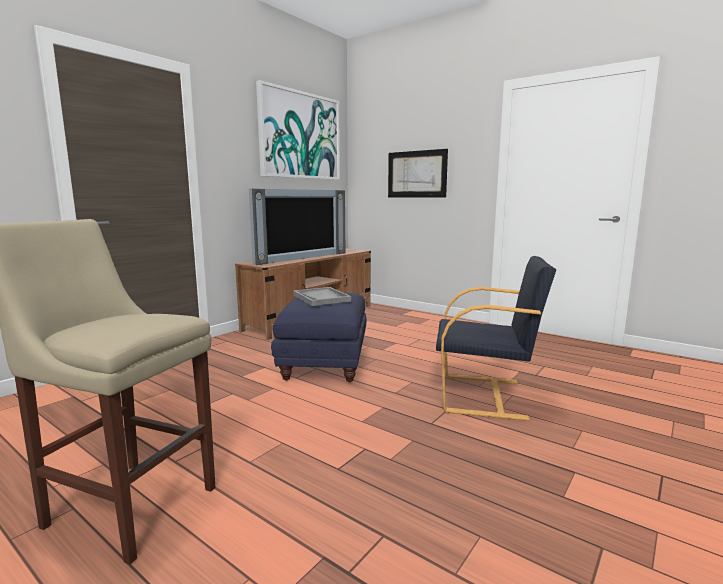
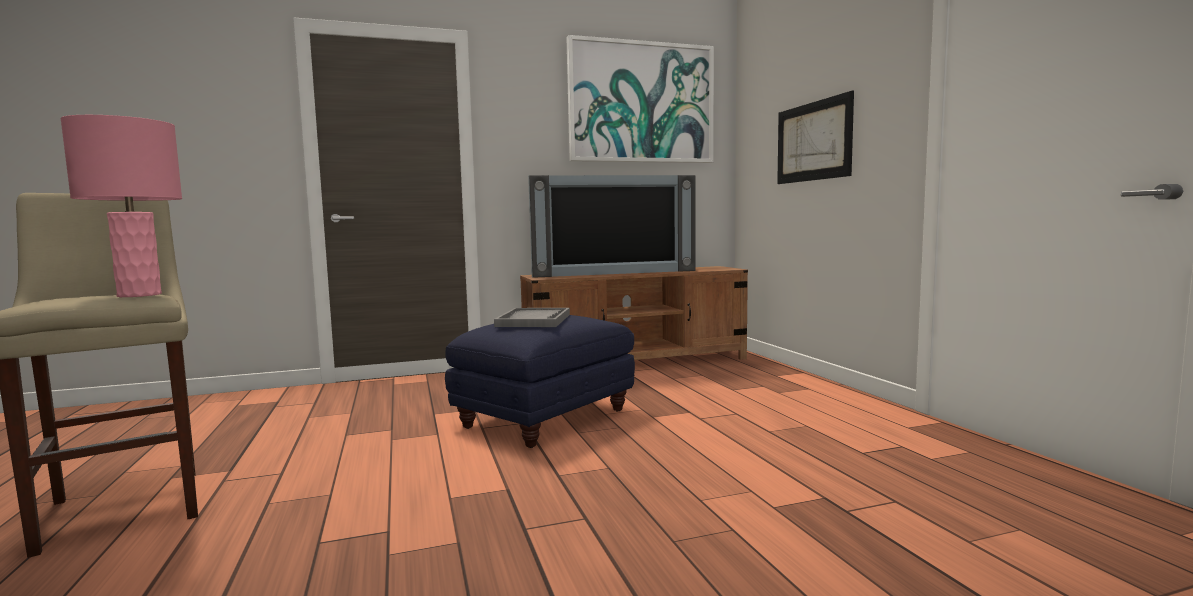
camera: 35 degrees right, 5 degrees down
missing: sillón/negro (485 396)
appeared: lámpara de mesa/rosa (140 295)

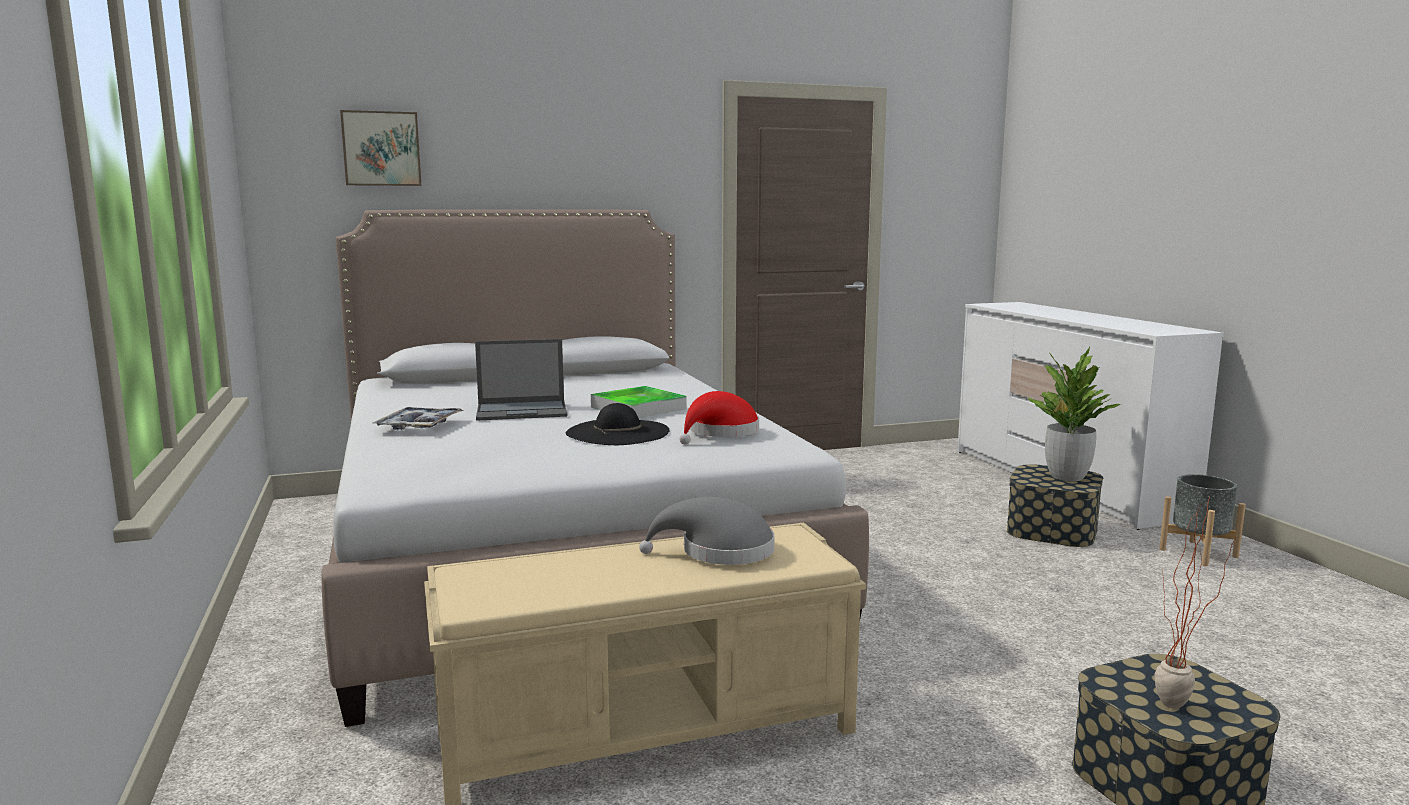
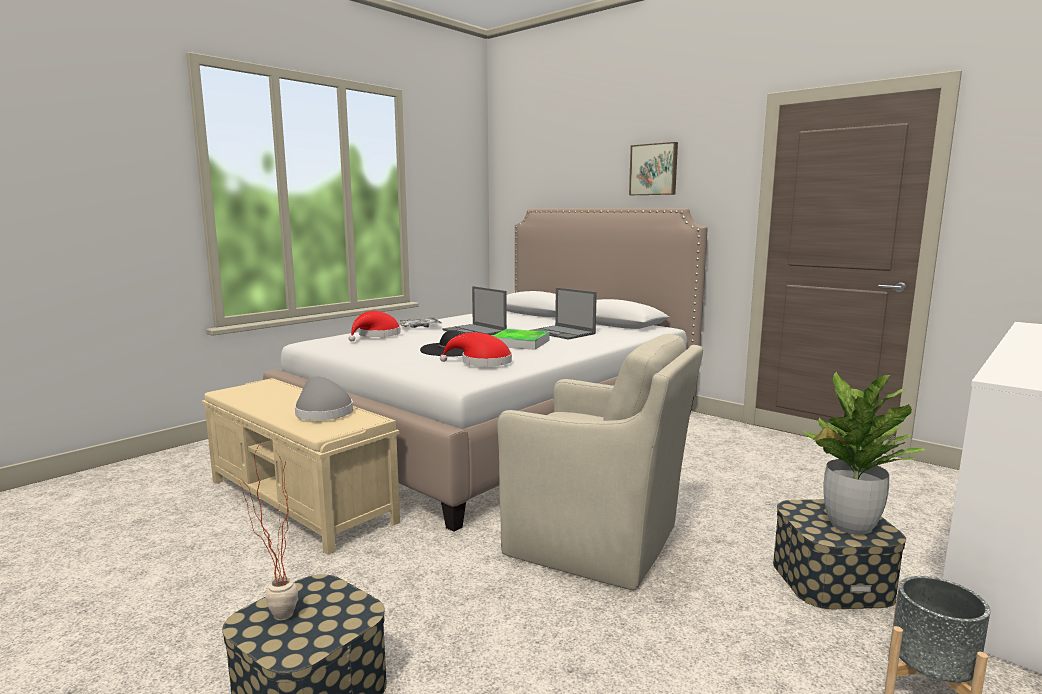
camera: 60 degrees right, 0 degrees up
appeared: sombrero/rojo (377 335); sillón/beis (597 543); portátil (563 333)
relocated: cuadro (381 149) to (654 169)

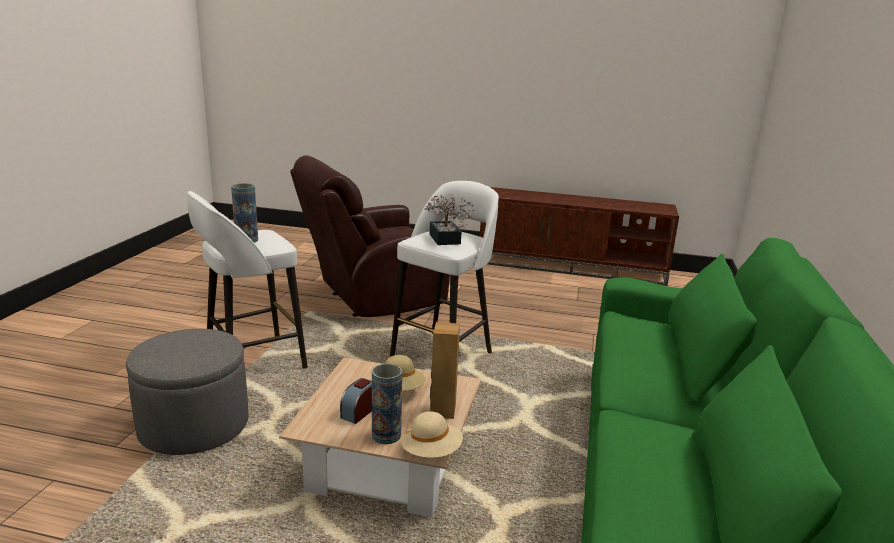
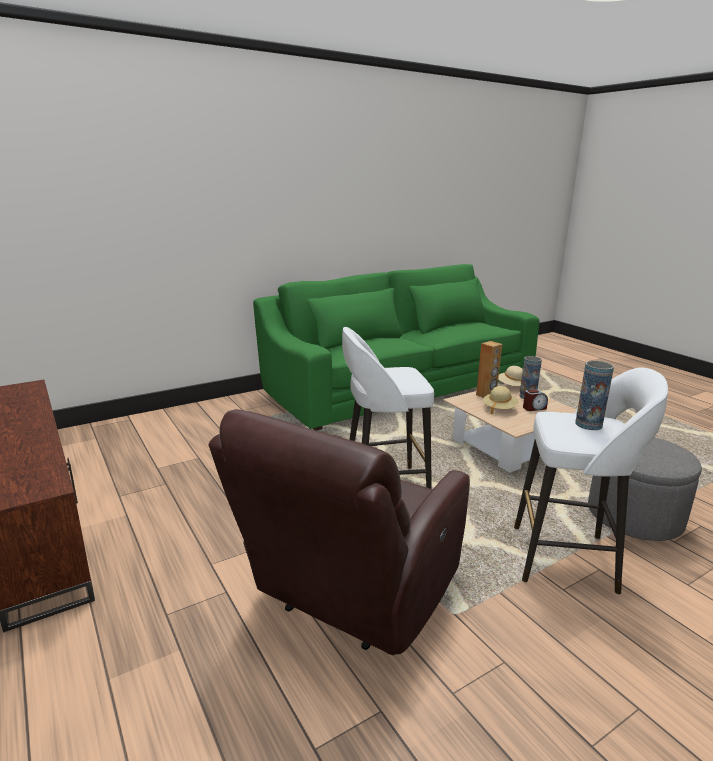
camera: 135 degrees left, 0 degrees up
missing: planta en maceta (445 240)
spun: sillón/marrón (372 299) = (350 596) 105 degrees clockwise

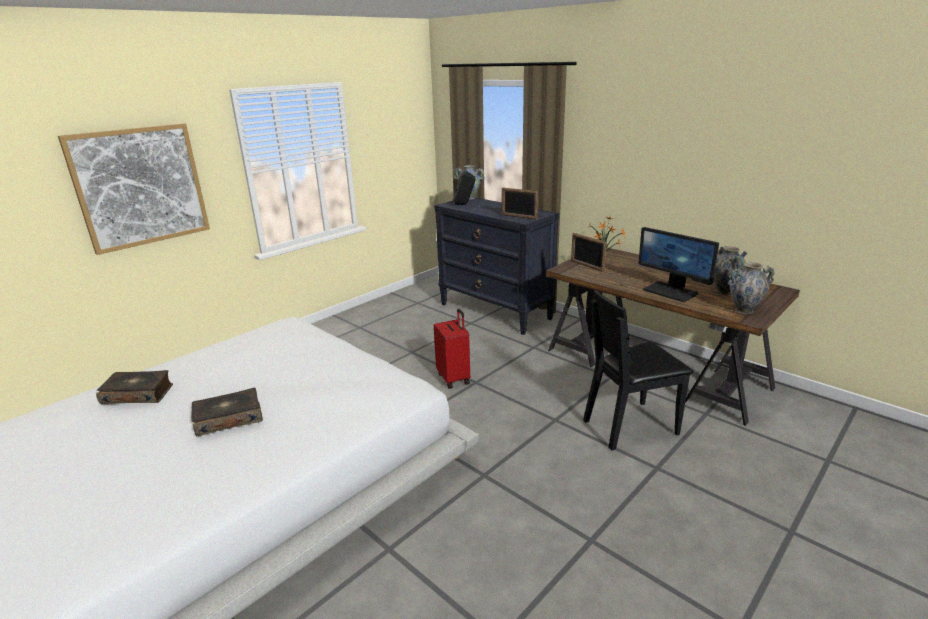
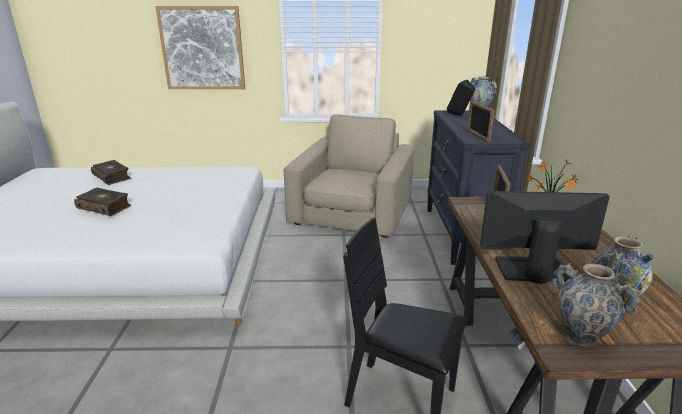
camera: 45 degrees right, 0 degrees up
missing: maleta/rojo (454 378)
appeared: sillón/beis (352 211)
spun: monitor (671 291) = (531 270) 90 degrees clockwise

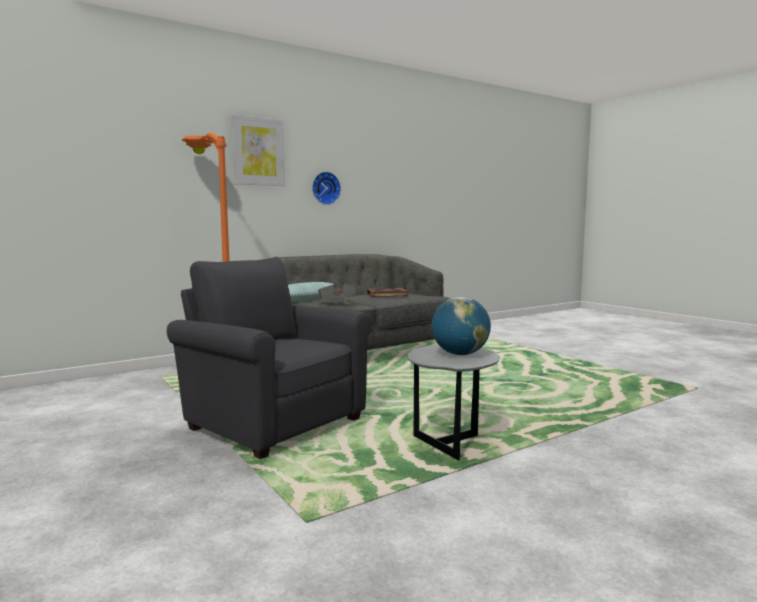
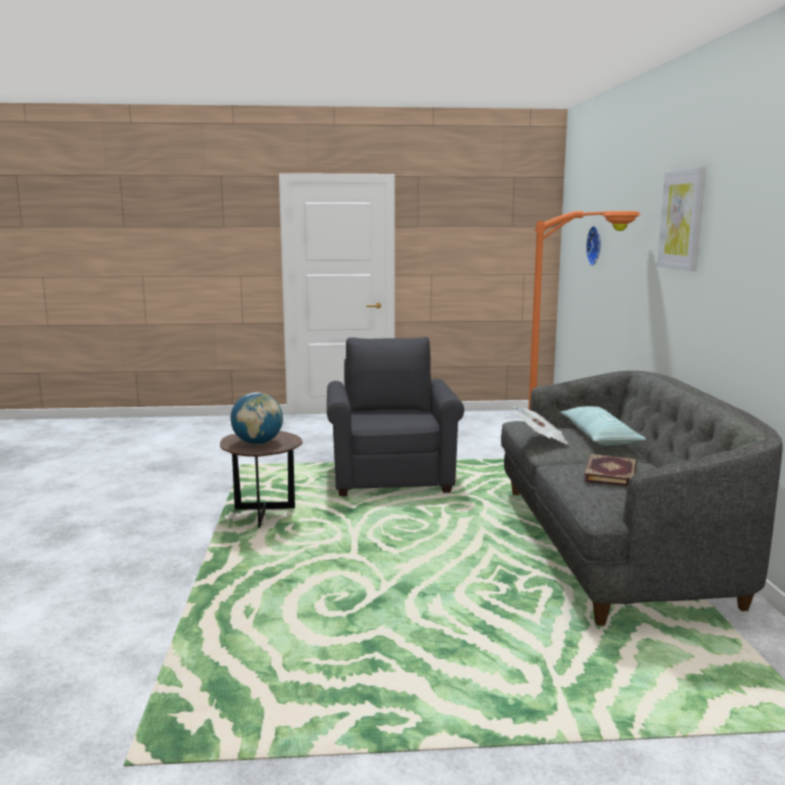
camera: 120 degrees right, 5 degrees up
relocated: reloj de pared (325 188) to (596 245)
colour: mesa auxiliar/gris (450 443) to mesa auxiliar/marrón (264 516)
spun: sillón/gris (272 422) = (391 476) 75 degrees counterclockwise

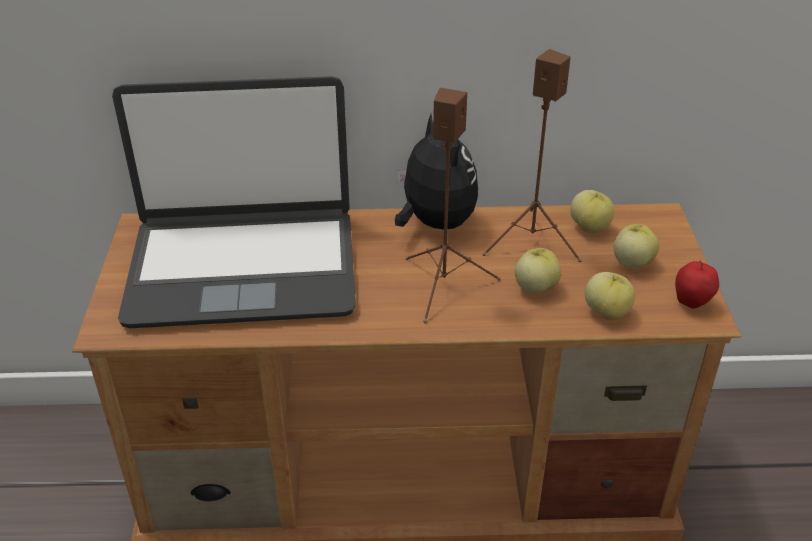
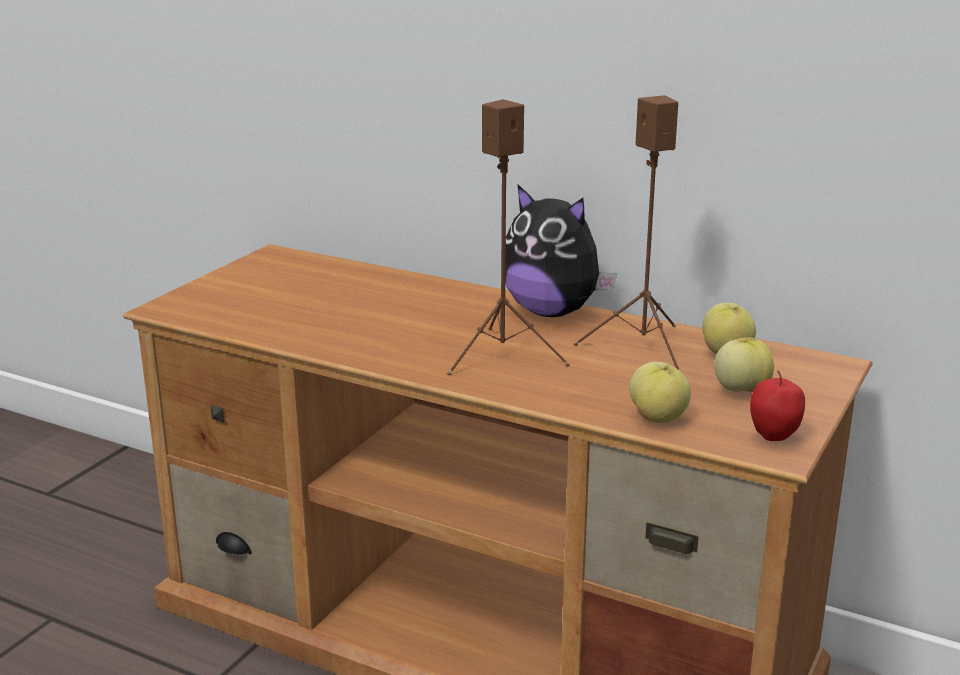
camera: 30 degrees right, 15 degrees down
missing: portátil (243 267); manzana (535 287)
spun: peluche (434 223) = (552 312) 120 degrees clockwise

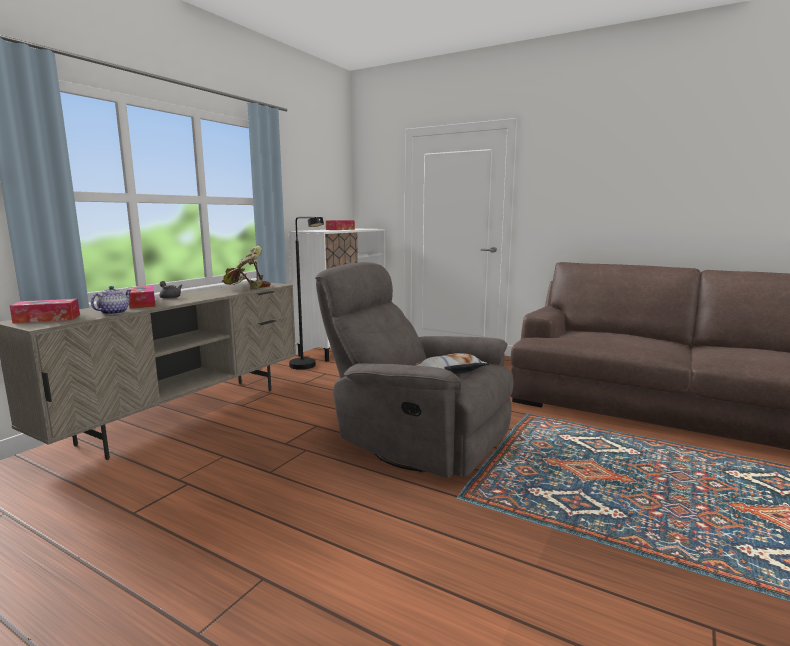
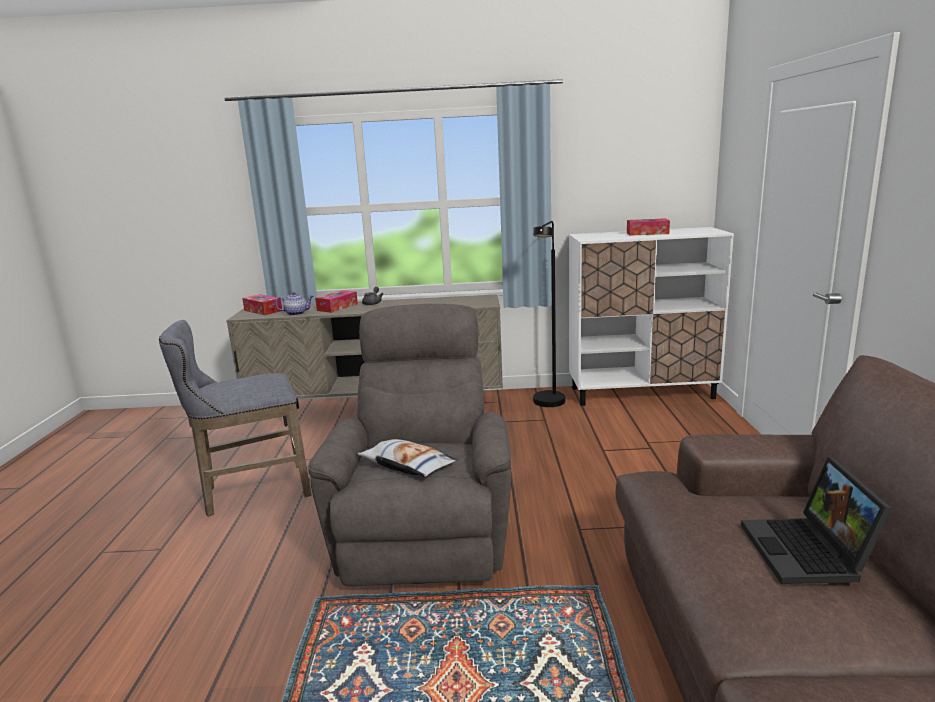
camera: 60 degrees right, 5 degrees up
missing: planta en maceta (246 287)
appeared: taburete/gris (251 492); portátil (809 553)

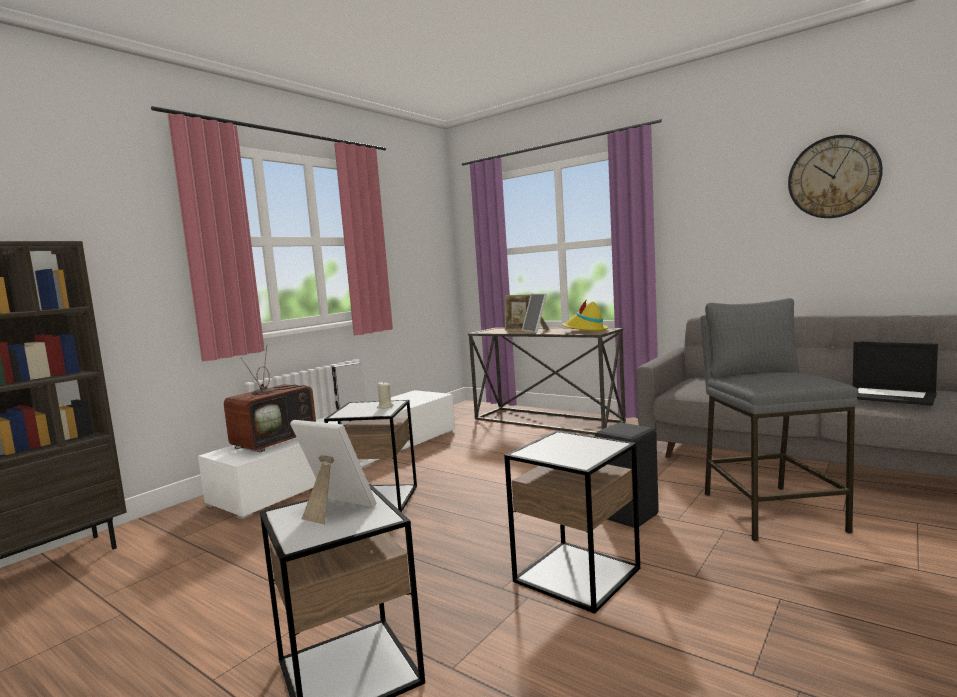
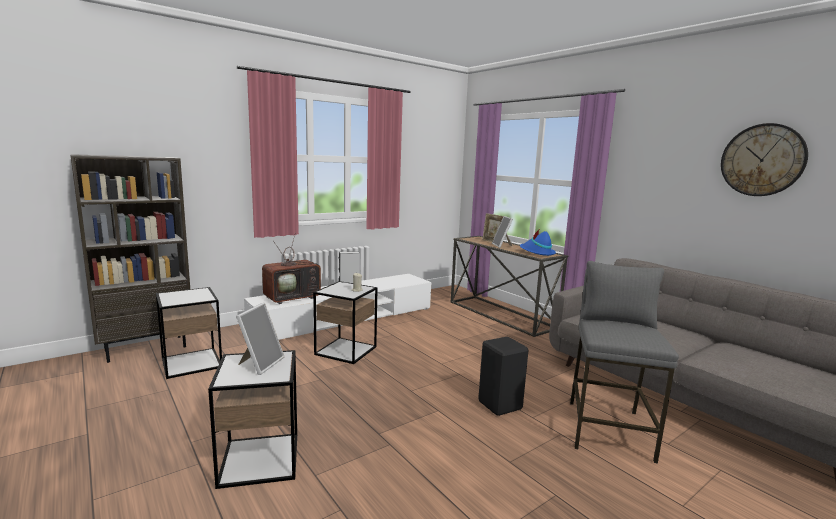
camera: 15 degrees right, 5 degrees up
missing: portátil (890 396)
relocated: mesa auxiliar (577 575) to (192 363)
colour: sombrero/amarillo (585 330) to sombrero/azul (537 252)
spun: portarretratos (334 510) = (260 364) 60 degrees clockwise

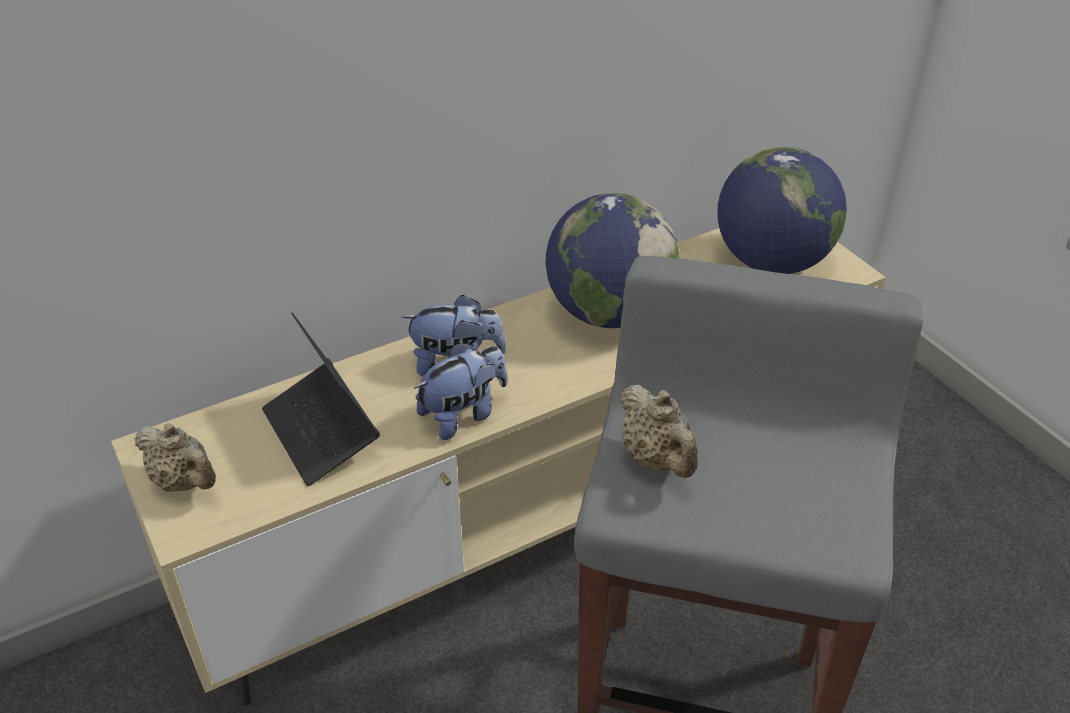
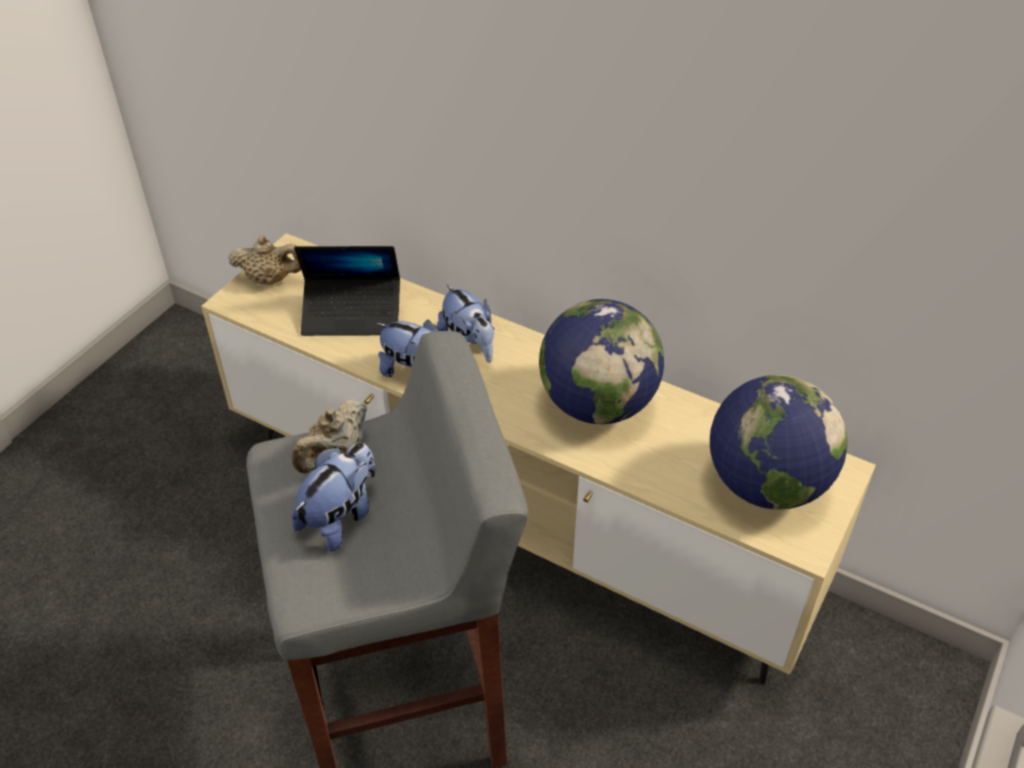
camera: 60 degrees right, 5 degrees up
appeared: peluche (340 517)
spun: tetera/beis (184 482) = (271 279) 90 degrees counterclockwise; portátil (321 432) = (352 315) 120 degrees counterclockwise

